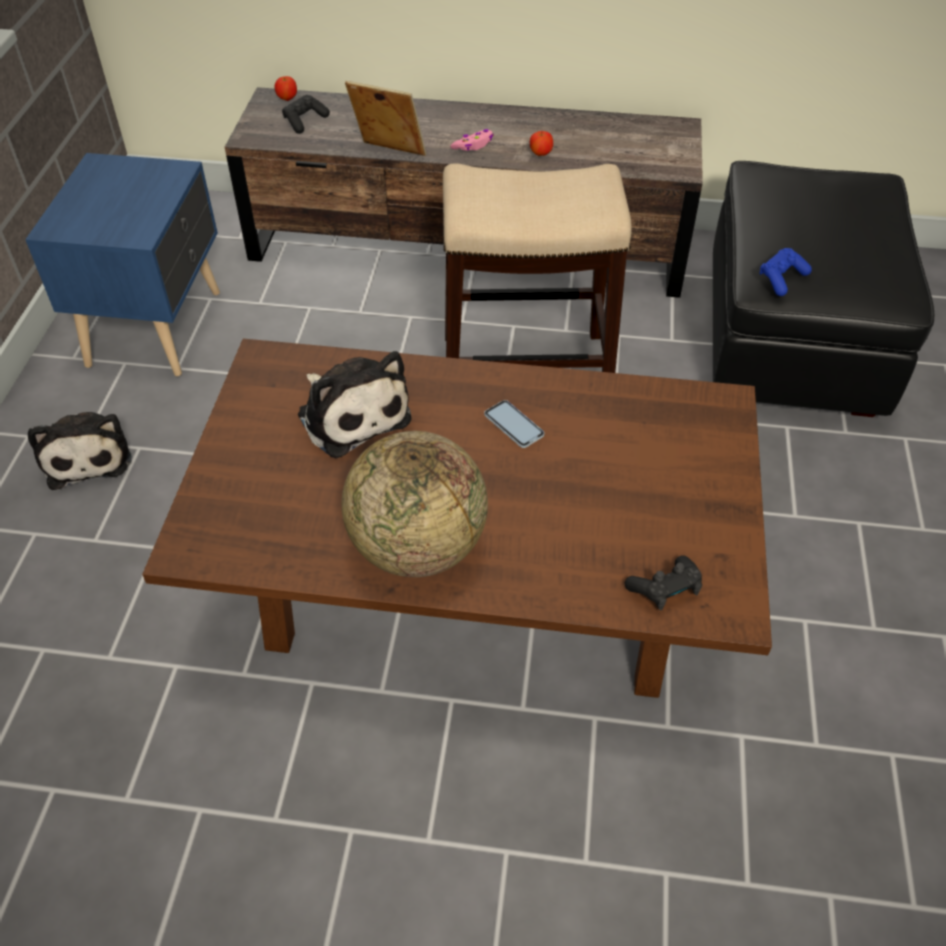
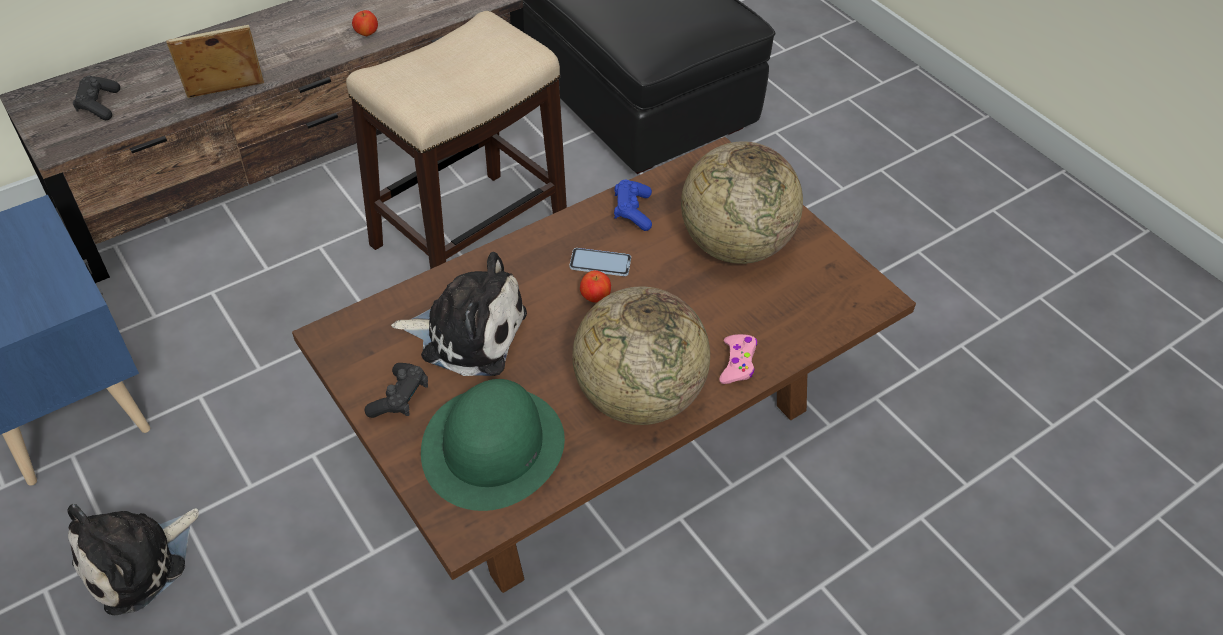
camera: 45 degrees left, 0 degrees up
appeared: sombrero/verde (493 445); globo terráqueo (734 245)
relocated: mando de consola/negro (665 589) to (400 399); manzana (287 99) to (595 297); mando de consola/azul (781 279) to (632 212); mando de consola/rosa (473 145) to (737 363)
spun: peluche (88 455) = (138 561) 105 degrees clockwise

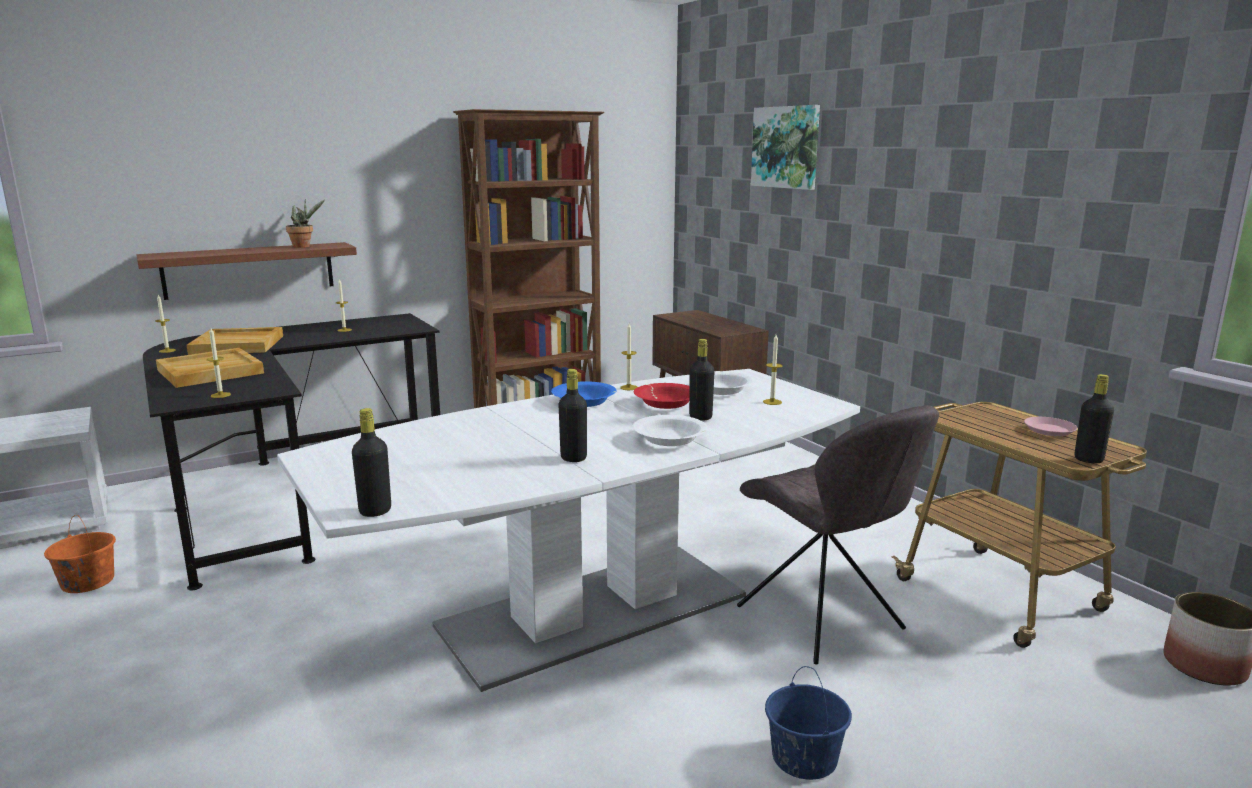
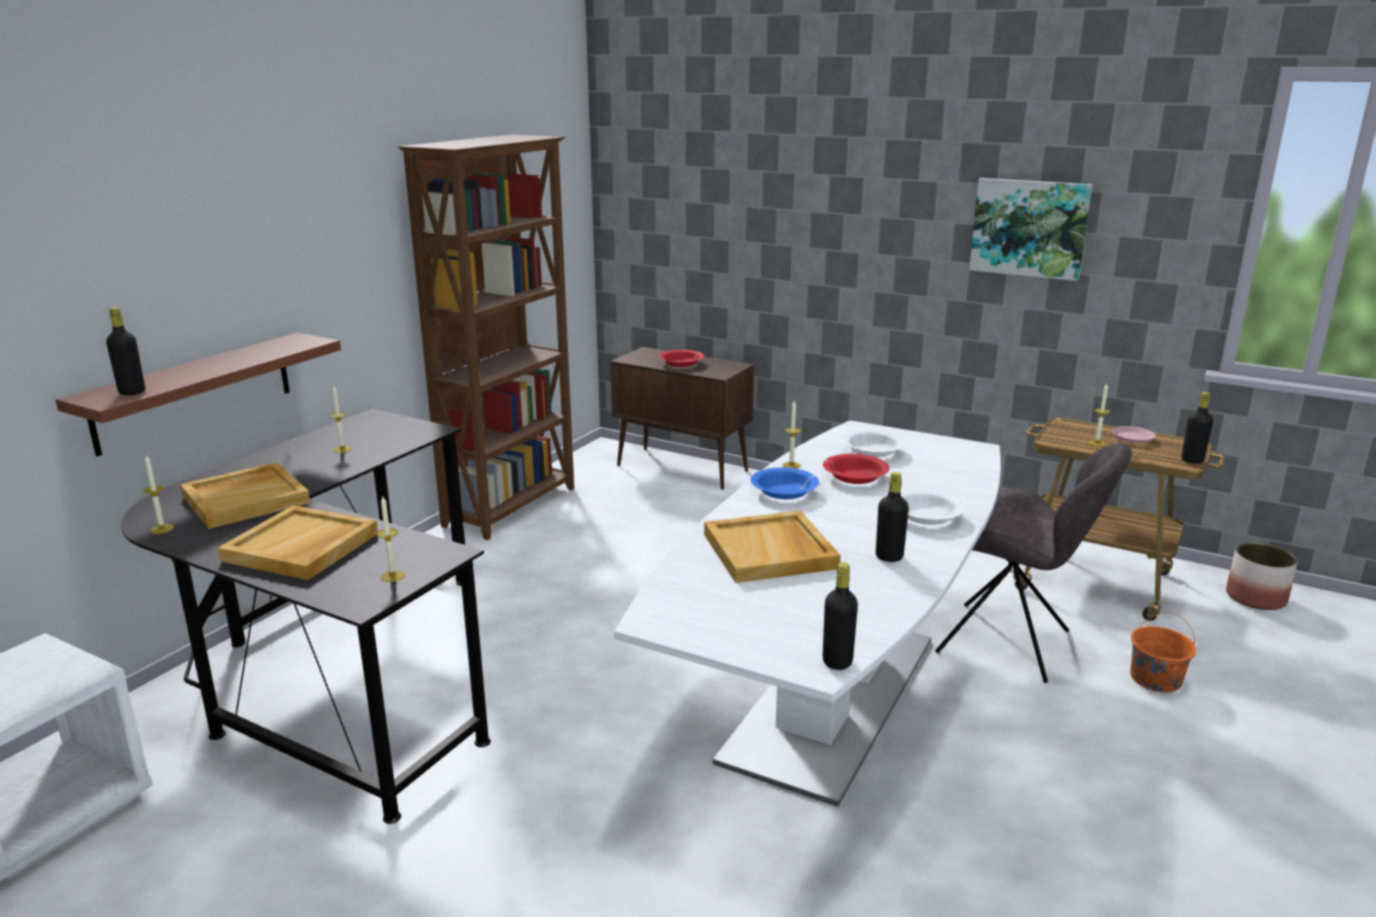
camera: 30 degrees left, 5 degrees up
missing: planta en maceta (304 246); cubo/azul (804 757)
appeared: cuenco/rojo (681 364); bandeja/beis (771 551)
relocated: botella/negro (700 417) to (132 392); cuadro (786 147) to (1029 228); vela (772 402) to (1097 443); cubo/naranja (87 582) to (1155 679)

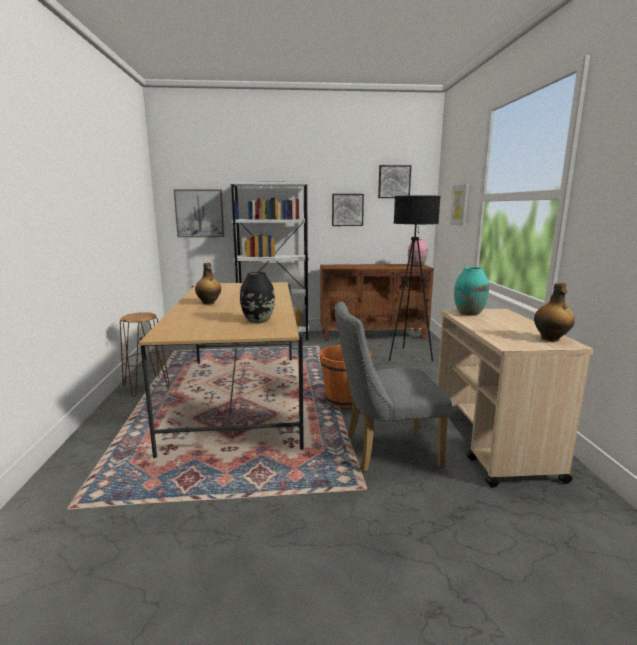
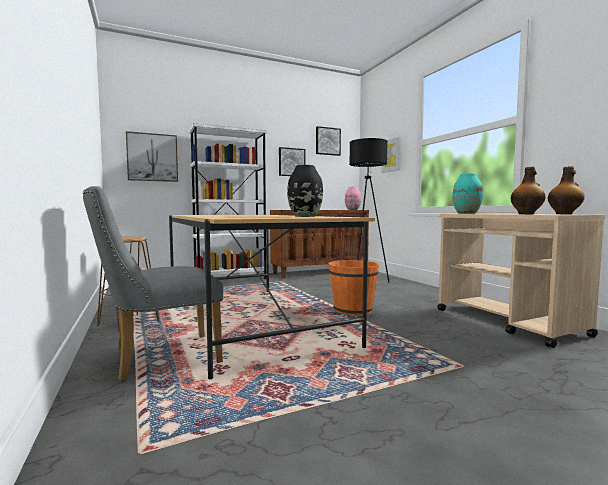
camera: 20 degrees left, 10 degrees down
relocated: silla/gris (384 450) to (158 358); botella (209 303) to (526 214)

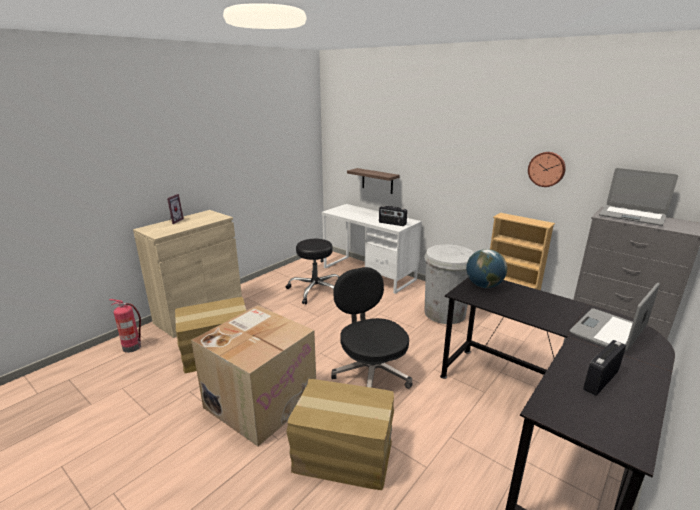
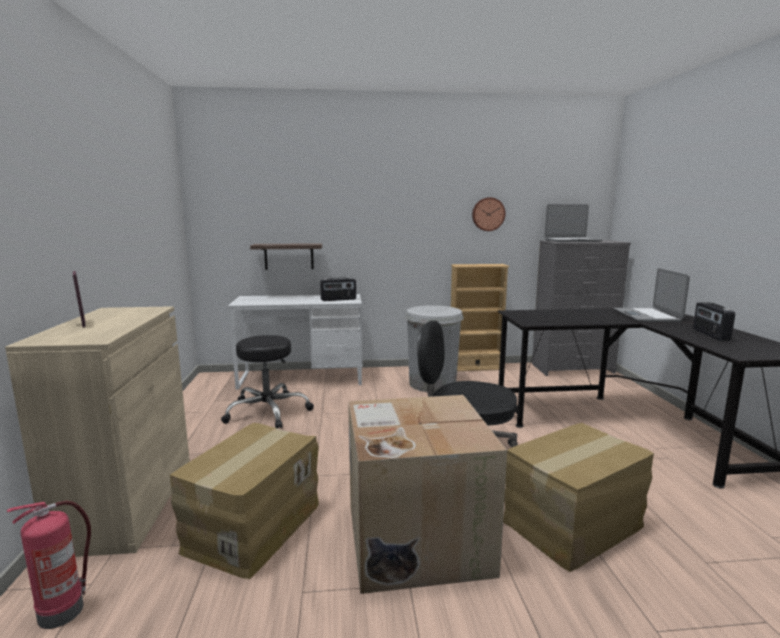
camera: 45 degrees left, 10 degrees down
missing: globo terráqueo (483 286)

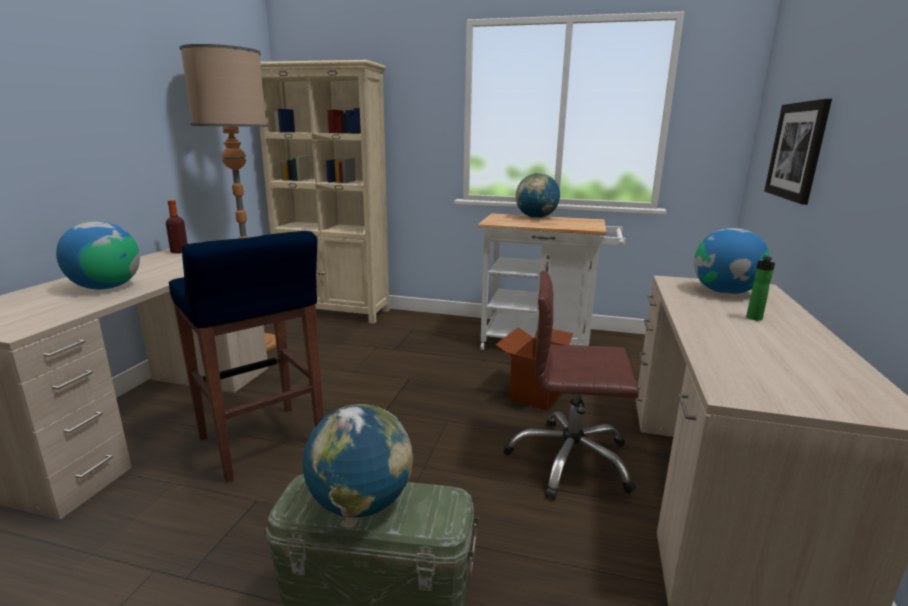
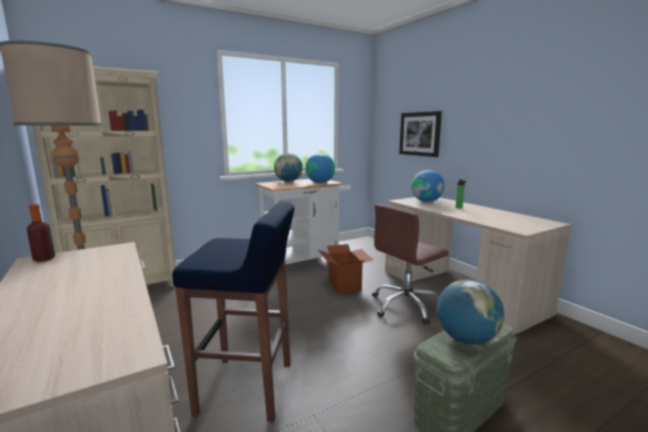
camera: 45 degrees left, 5 degrees down
relocated: globo terráqueo (106 287) to (320 182)

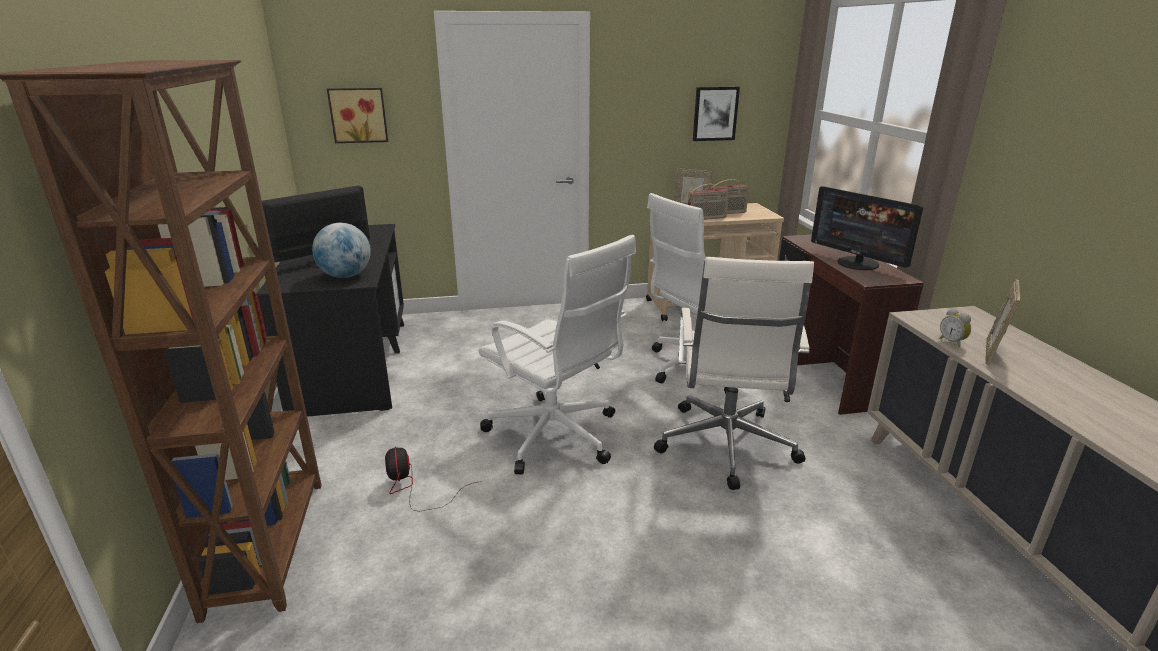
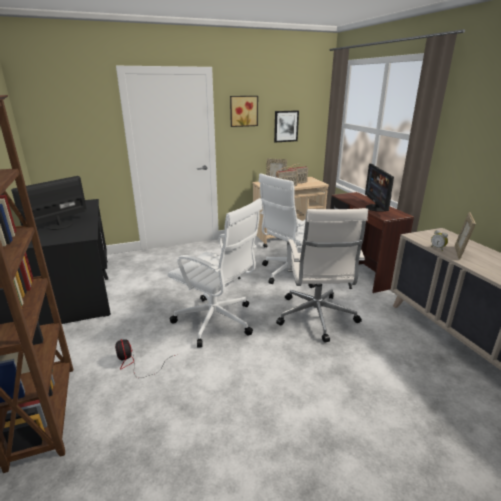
camera: 10 degrees left, 0 degrees up
missing: globo terráqueo (346 276)
relocated: cuadro (358 115) to (243 111)
spun: monitor (857 263) = (376 208) 45 degrees clockwise

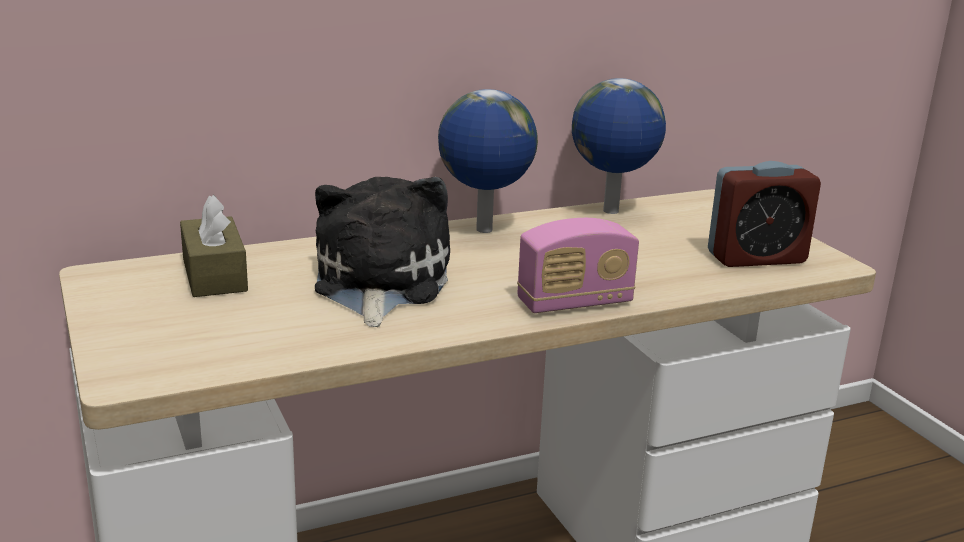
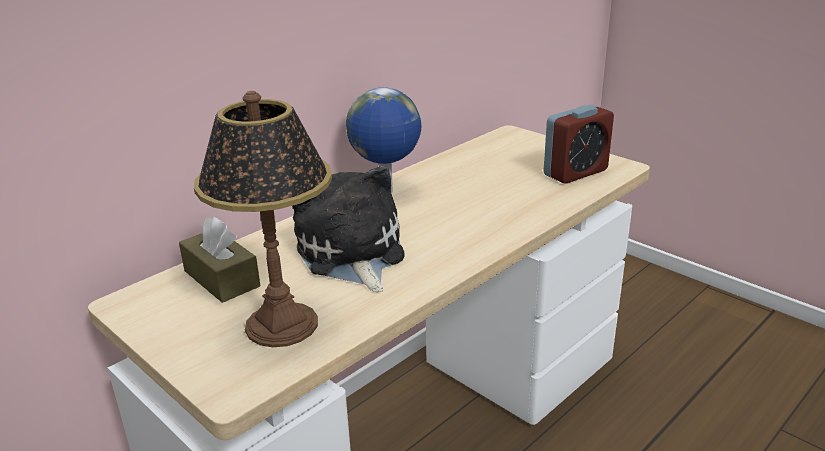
camera: 20 degrees left, 5 degrees up
missing: radio (574 303); globo terráqueo (611 212)
appeared: lámpara de mesa (282 324)

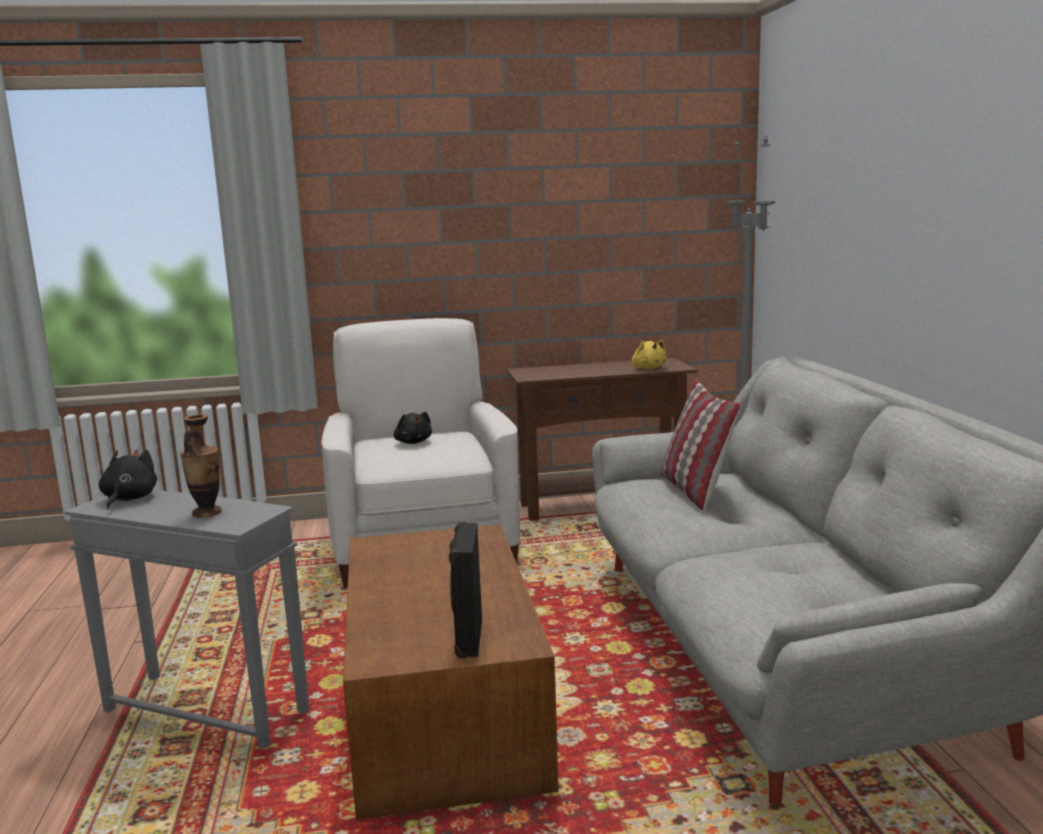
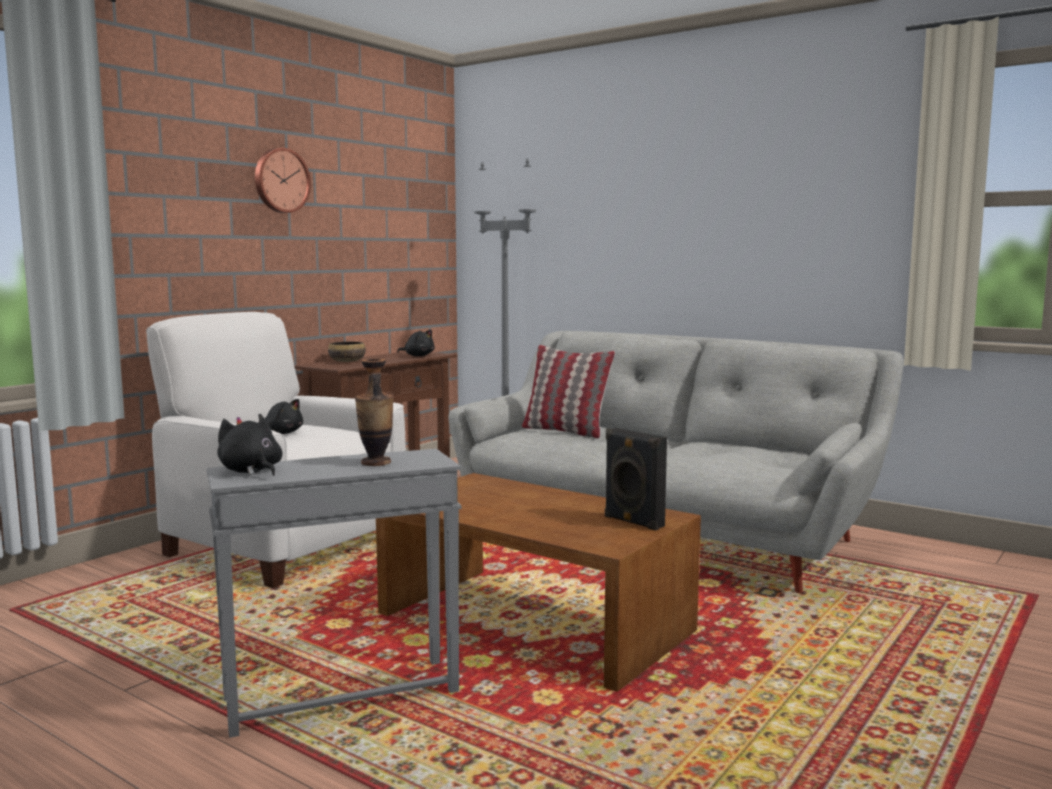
camera: 45 degrees left, 5 degrees down
appeared: reloj de pared (280 180); cuenco (347 361)
colour: peluche/amarillo (648 368) to peluche/negro (418 356)

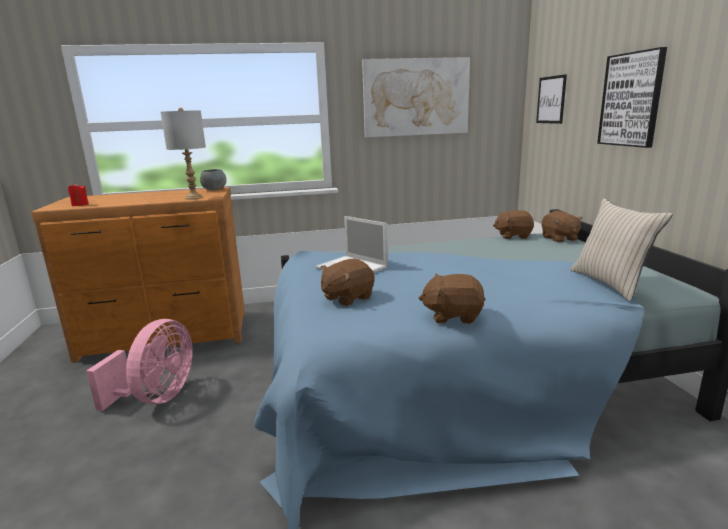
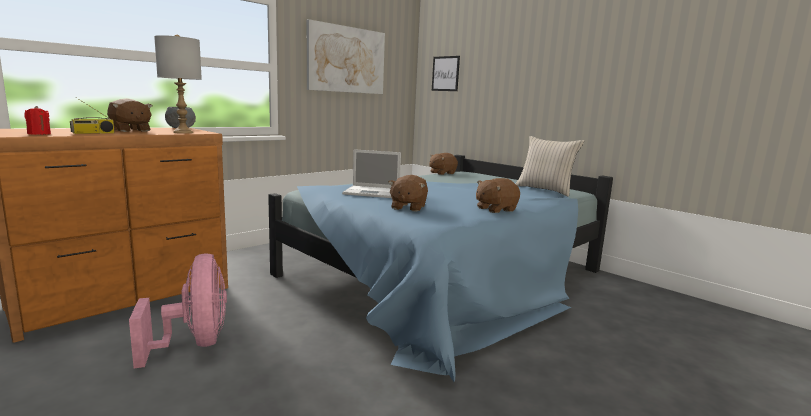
camera: 35 degrees left, 5 degrees down
missing: cuadro (631 100)
appeared: radio (93 133)
relocated: peluche/marrón (559 239) to (130 130)

